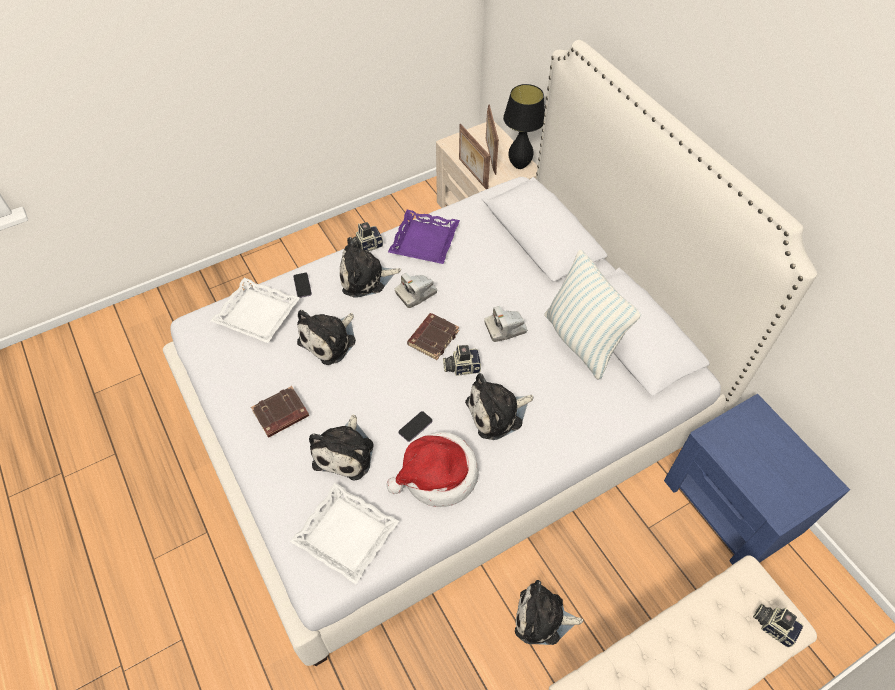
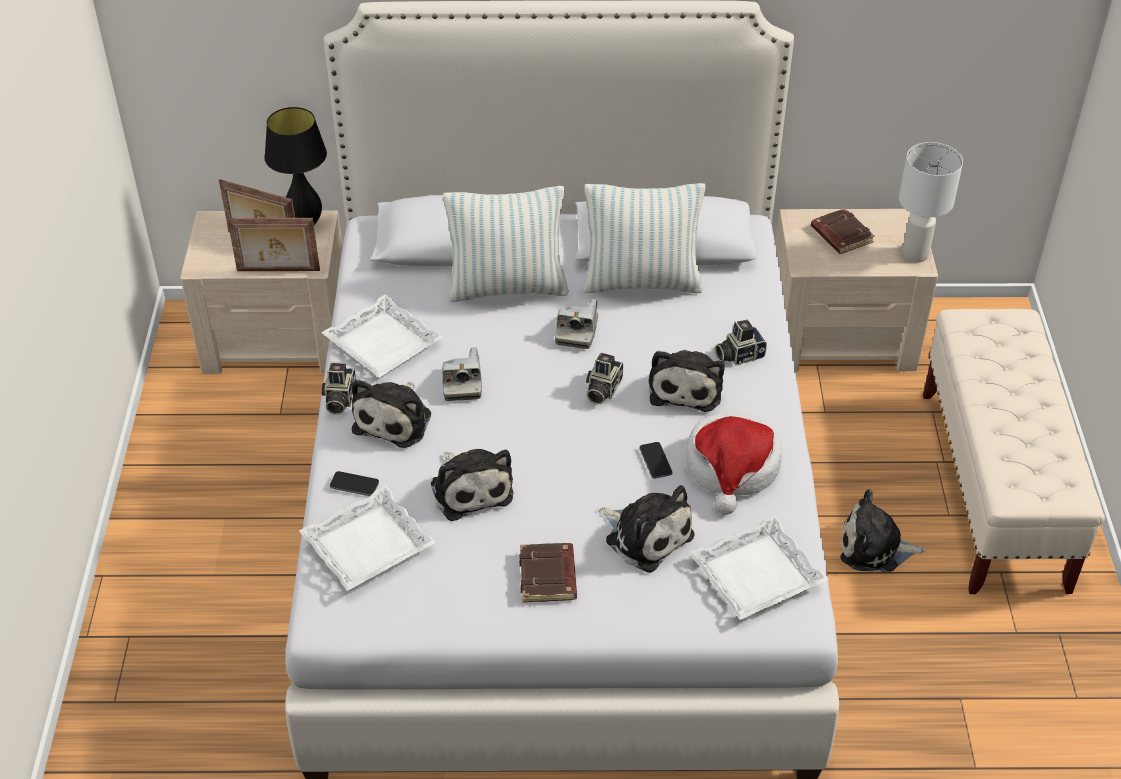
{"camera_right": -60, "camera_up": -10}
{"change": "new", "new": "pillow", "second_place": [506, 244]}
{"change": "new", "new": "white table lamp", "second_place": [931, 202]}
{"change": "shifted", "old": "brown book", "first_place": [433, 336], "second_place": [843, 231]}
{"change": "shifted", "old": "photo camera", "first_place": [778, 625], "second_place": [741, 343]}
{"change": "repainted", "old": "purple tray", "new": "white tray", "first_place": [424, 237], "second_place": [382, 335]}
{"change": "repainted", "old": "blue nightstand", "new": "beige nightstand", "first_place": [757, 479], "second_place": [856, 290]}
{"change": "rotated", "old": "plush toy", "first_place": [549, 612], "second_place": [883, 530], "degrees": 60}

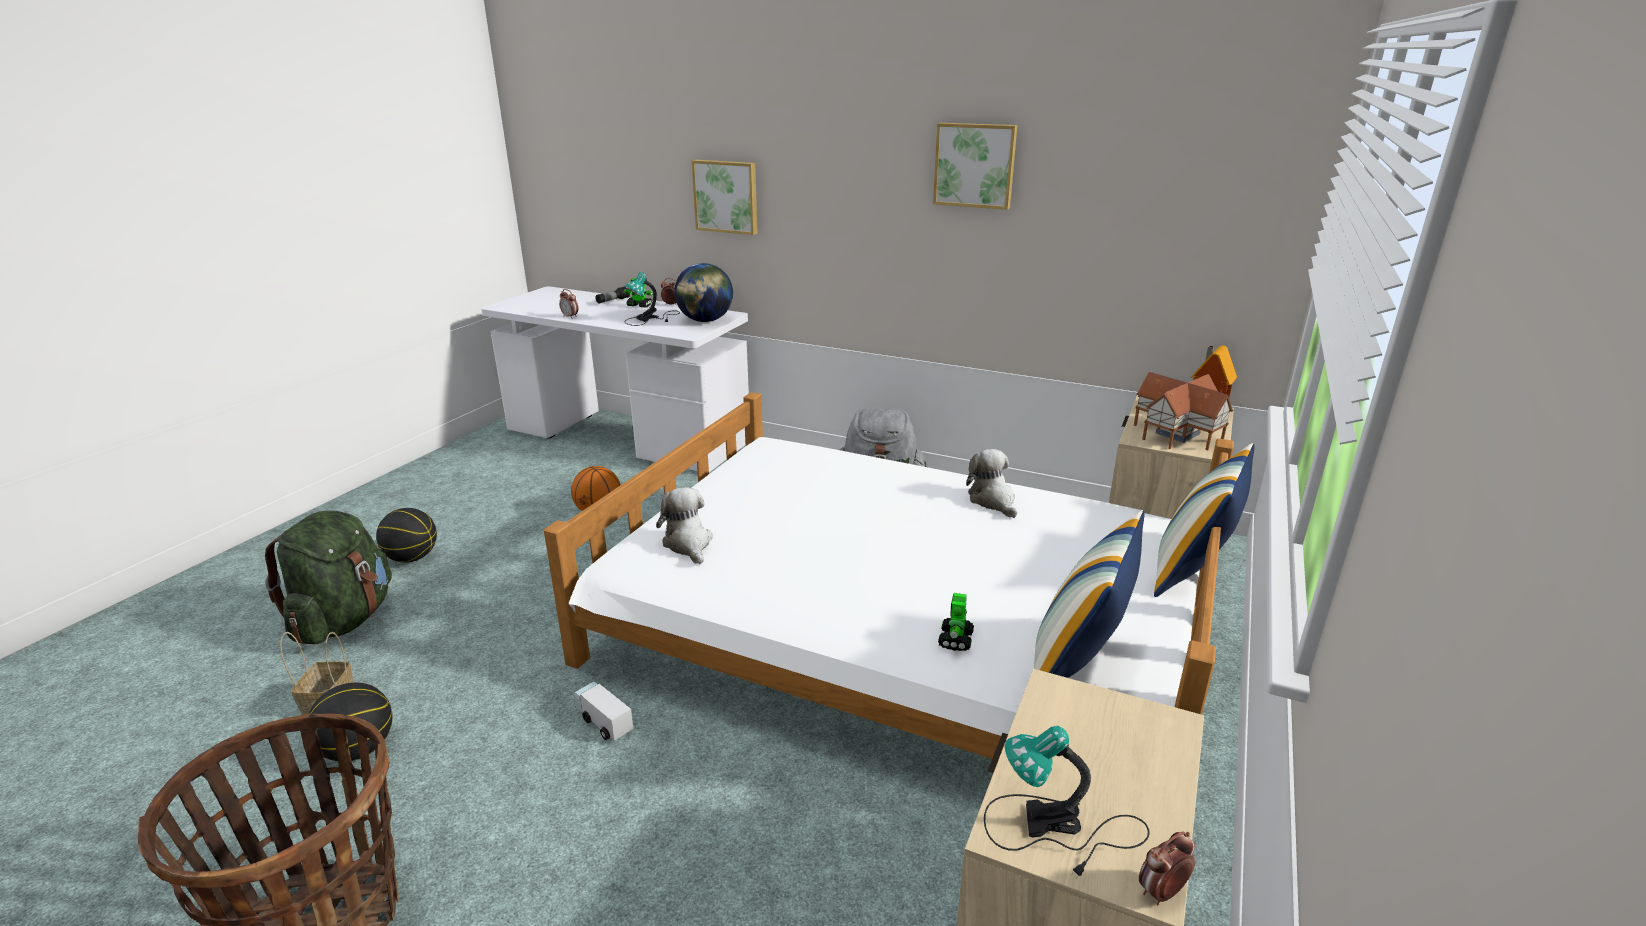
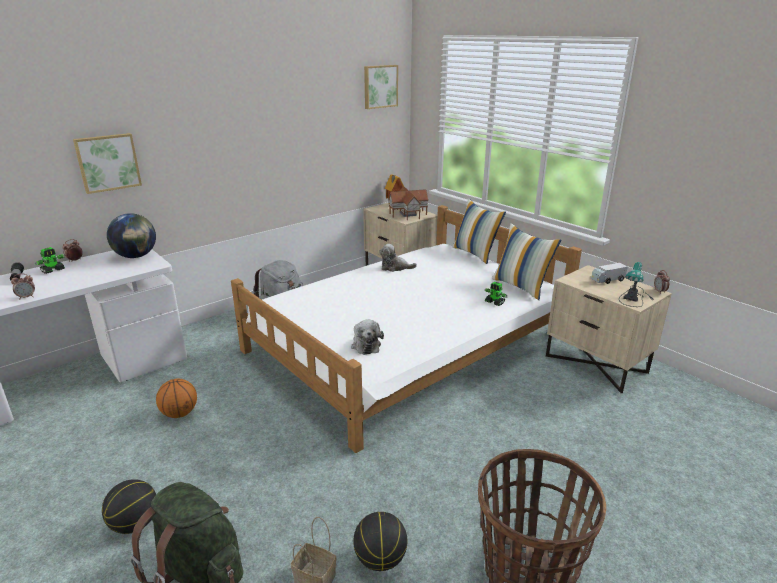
{"camera_right": -65, "camera_up": 0}
{"change": "gone", "old": "table lamp", "first_place": [652, 299]}
{"change": "shifted", "old": "toy truck", "first_place": [603, 711], "second_place": [609, 273]}
{"change": "shifted", "old": "picture", "first_place": [975, 166], "second_place": [381, 87]}
{"change": "rotated", "old": "plush toy", "first_place": [684, 525], "second_place": [367, 337], "degrees": -105}

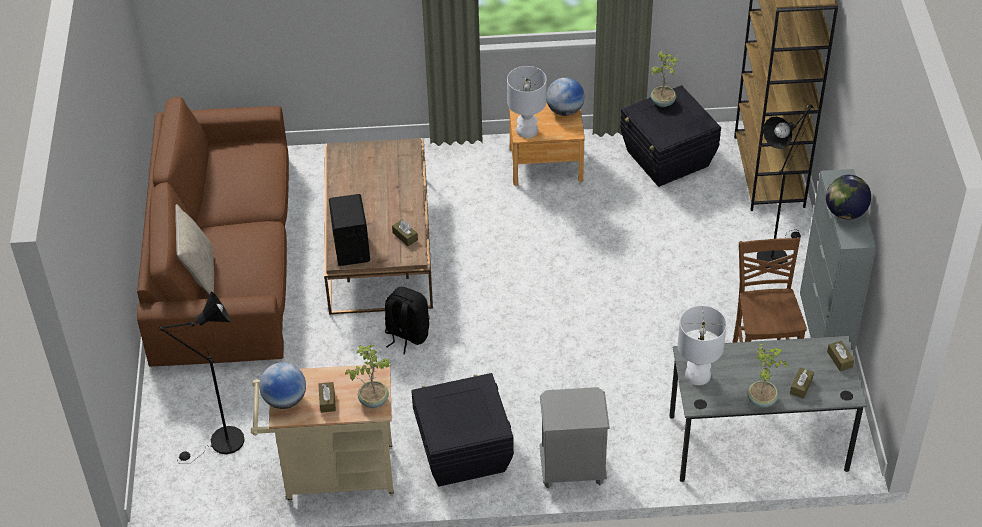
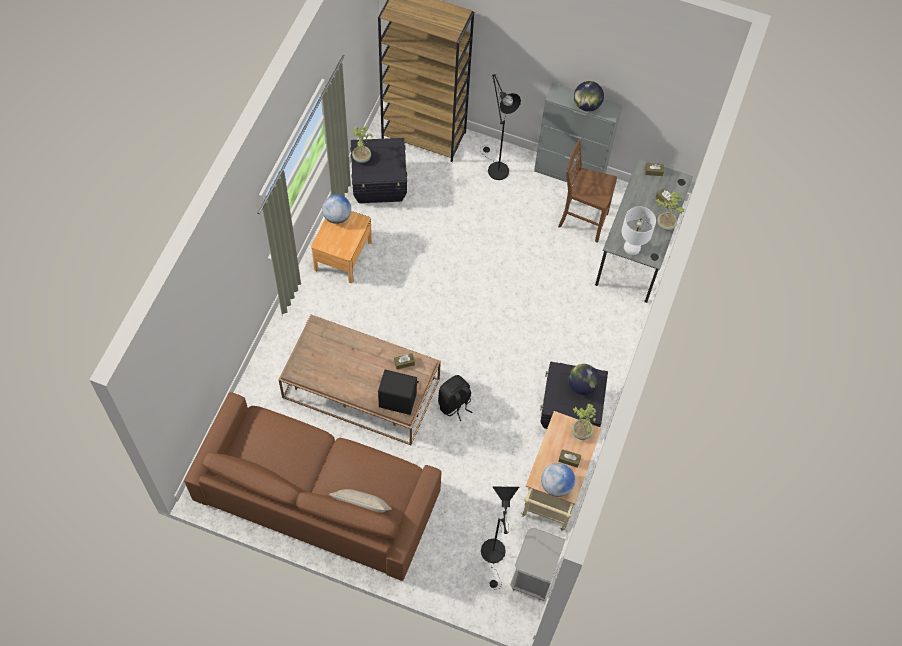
{"camera_right": -70, "camera_up": 15}
{"change": "gone", "old": "white table lamp", "first_place": [527, 102]}
{"change": "new", "new": "globe", "second_place": [584, 379]}
{"change": "shifted", "old": "grey nightstand", "first_place": [574, 438], "second_place": [538, 564]}

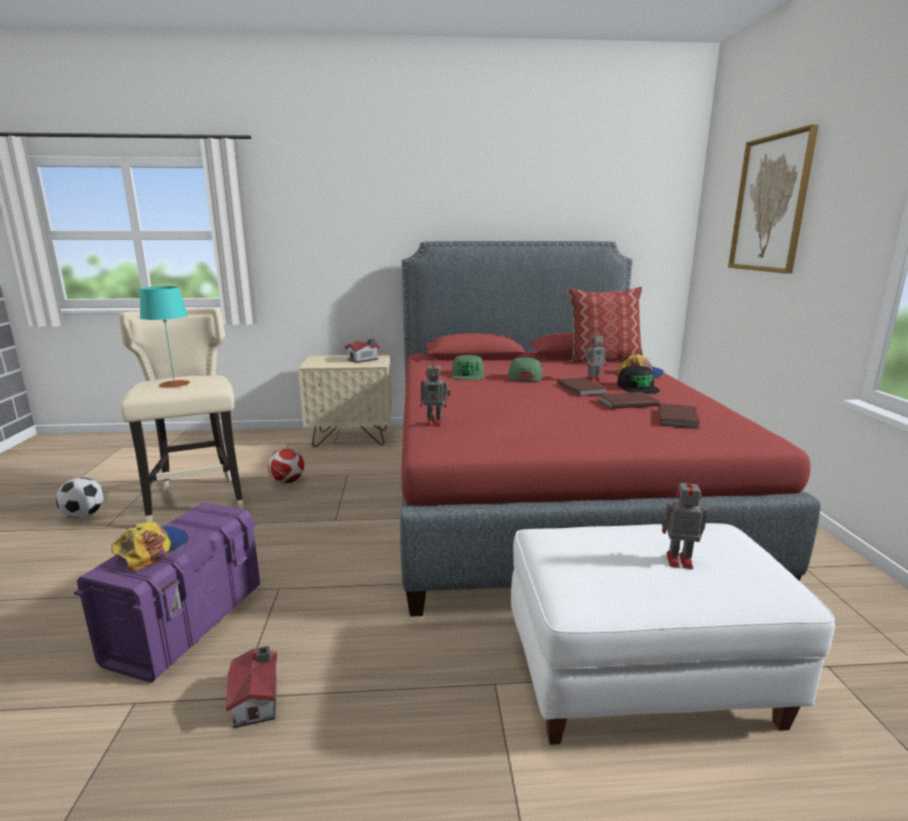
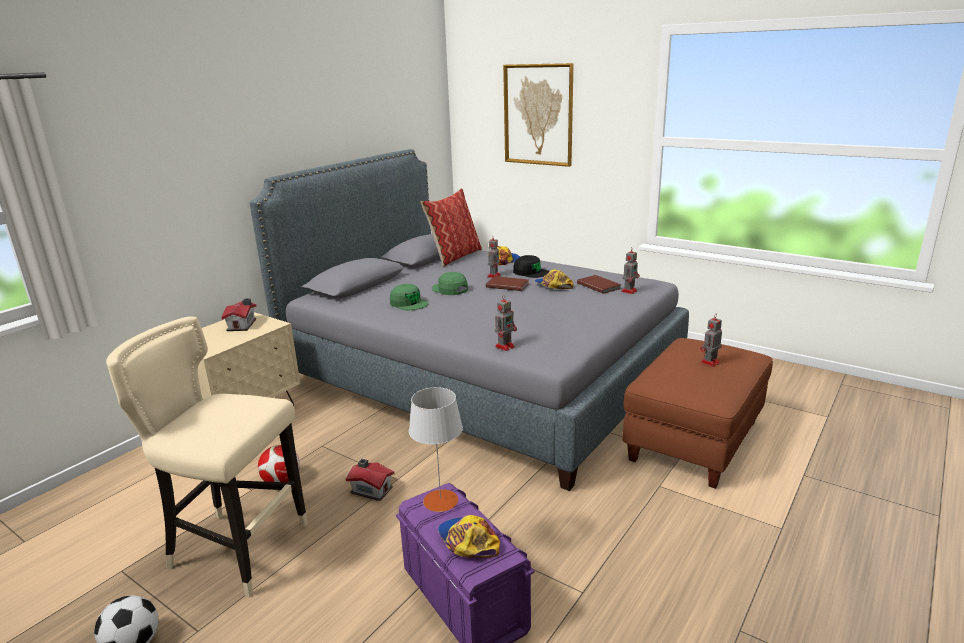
{"camera_right": -50, "camera_up": 5}
{"change": "gone", "old": "turquoise table lamp", "first_place": [165, 336]}
{"change": "new", "new": "grey table lamp", "second_place": [436, 449]}
{"change": "new", "new": "toy robot", "second_place": [630, 271]}
{"change": "shifted", "old": "toy house", "first_place": [251, 687], "second_place": [370, 480]}
{"change": "swapped", "old": "brown book", "new": "cap", "first_place": [628, 400], "second_place": [554, 279]}
{"change": "repainted", "old": "red bed", "new": "grey bed", "first_place": [610, 429], "second_place": [469, 320]}
{"change": "repainted", "old": "white ottoman", "new": "brown ottoman", "first_place": [673, 634], "second_place": [697, 413]}

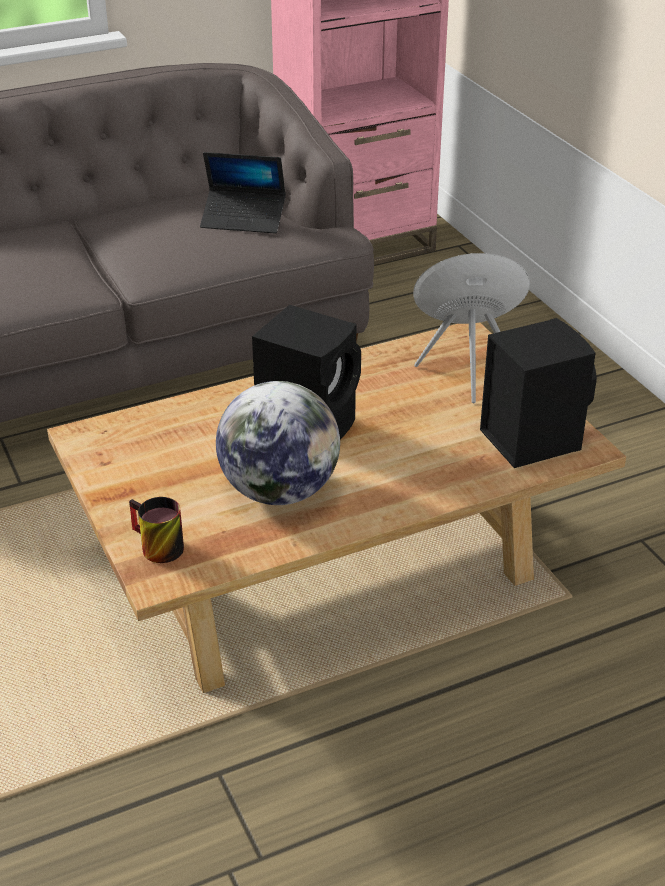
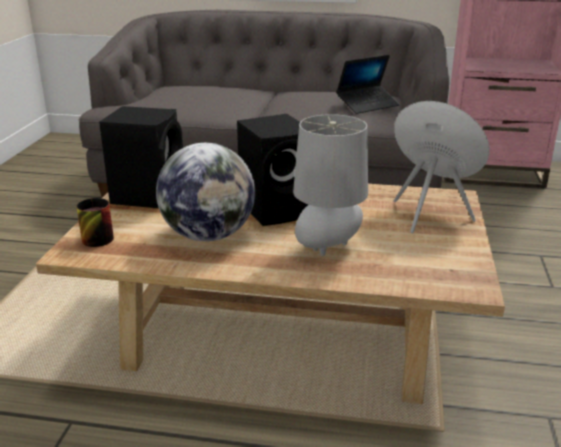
{"camera_right": 35, "camera_up": -10}
{"change": "new", "new": "grey table lamp", "second_place": [330, 185]}
{"change": "shifted", "old": "black speaker", "first_place": [538, 393], "second_place": [141, 157]}
{"change": "rotated", "old": "laptop", "first_place": [243, 193], "second_place": [367, 84], "degrees": -75}

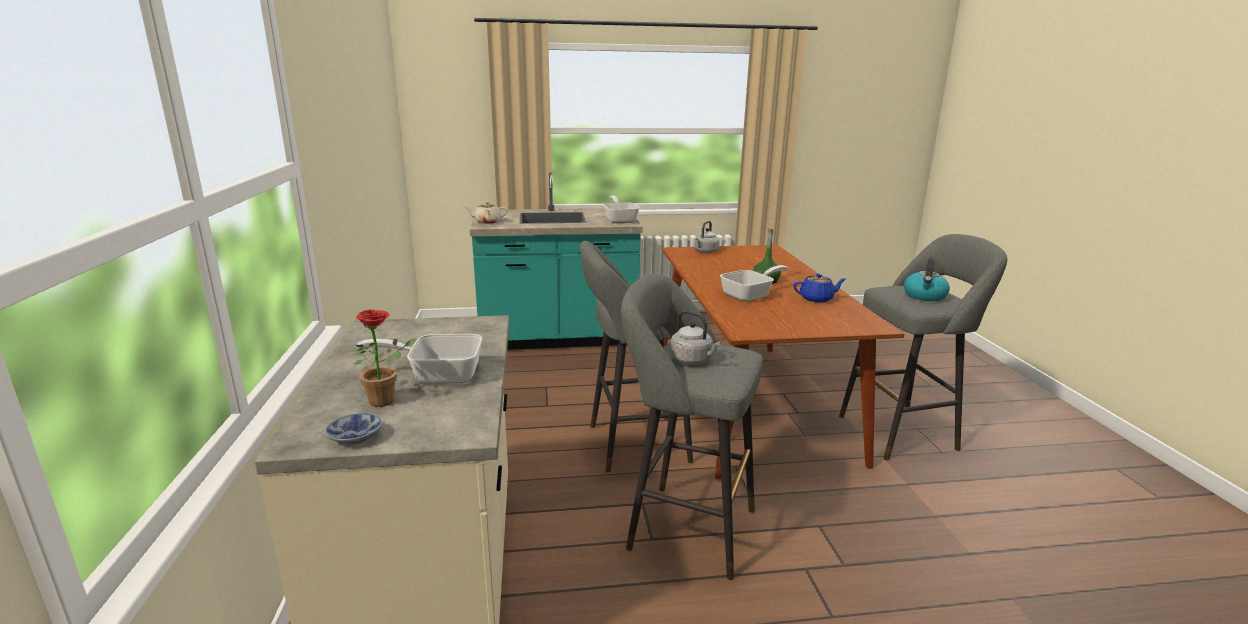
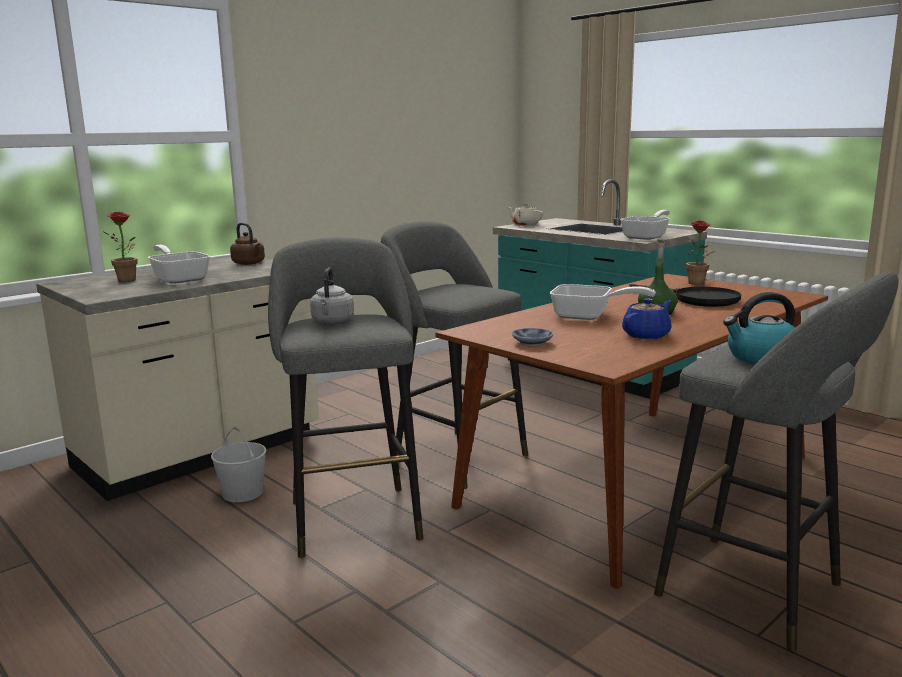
{"camera_right": 55, "camera_up": -5}
{"change": "new", "new": "white bucket", "second_place": [238, 464]}
{"change": "new", "new": "brown kettle", "second_place": [247, 244]}
{"change": "new", "new": "black frying pan", "second_place": [685, 295]}
{"change": "shifted", "old": "bowl", "first_place": [353, 429], "second_place": [532, 337]}
{"change": "swapped", "old": "grey kettle", "new": "potted plant", "first_place": [707, 237], "second_place": [700, 252]}
{"change": "rotated", "old": "blue teapot", "first_place": [819, 288], "second_place": [646, 318], "degrees": -90}

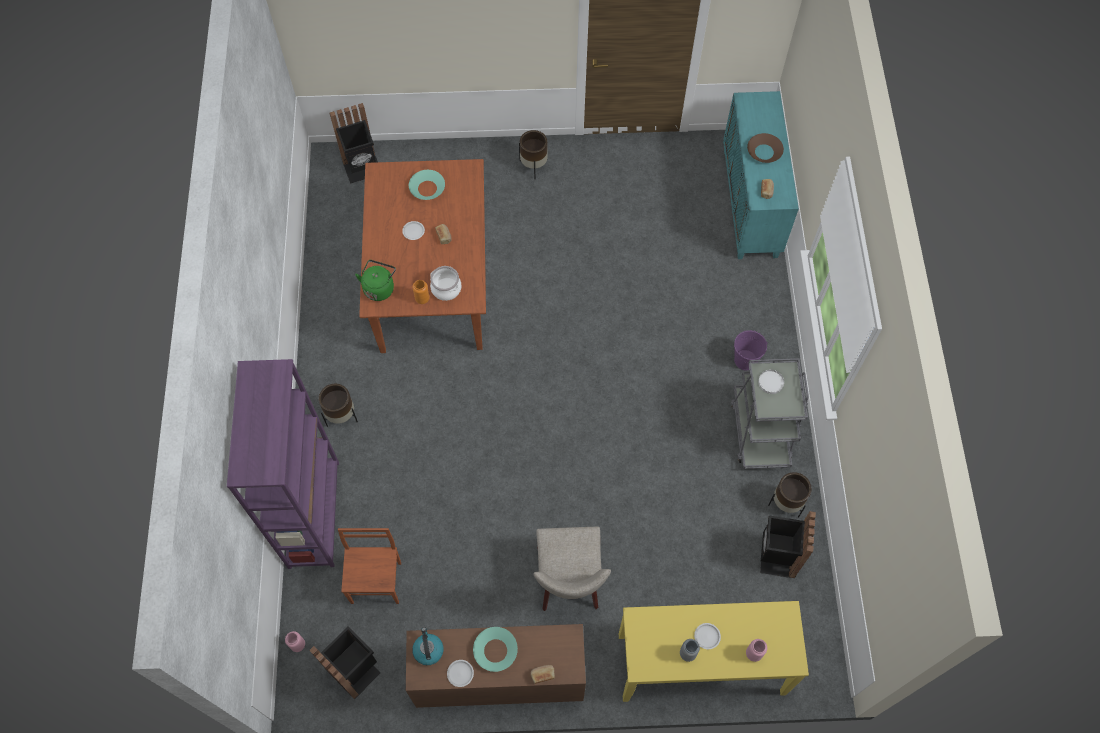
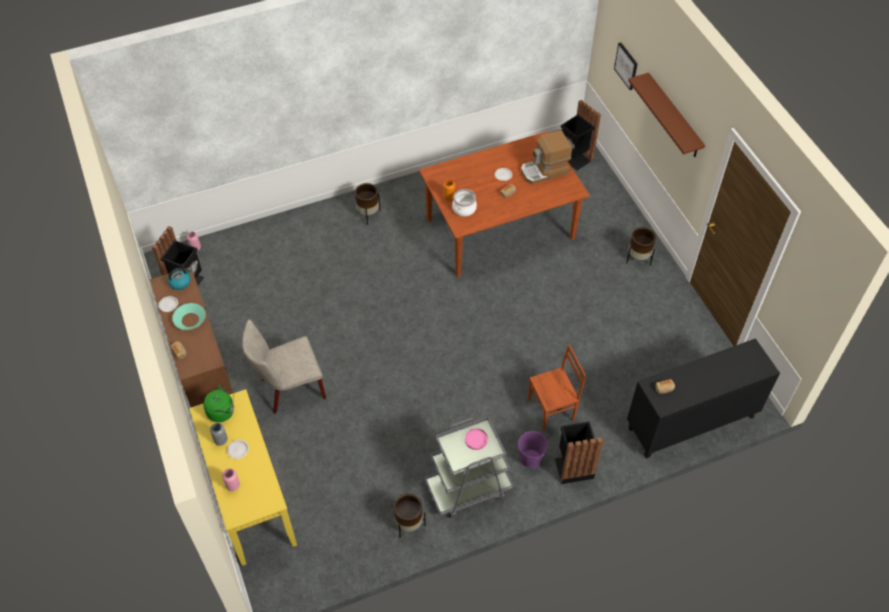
{"camera_right": 70, "camera_up": -10}
{"change": "gone", "old": "purple bookcase", "first_place": [283, 464]}
{"change": "gone", "old": "brown bowl", "first_place": [765, 148]}
{"change": "new", "new": "picture", "second_place": [625, 66]}
{"change": "new", "new": "brown shelf", "second_place": [666, 115]}
{"change": "shifted", "old": "brown chair", "first_place": [369, 566], "second_place": [557, 388]}
{"change": "shifted", "old": "green kettle", "first_place": [375, 280], "second_place": [218, 403]}
{"change": "shifted", "old": "black trash can", "first_place": [788, 544], "second_place": [579, 452]}
{"change": "swapped", "old": "turquoise bowl", "new": "coffee machine", "first_place": [427, 185], "second_place": [546, 157]}
{"change": "repainted", "old": "turquoise cabinet", "new": "black cabinet", "first_place": [761, 175], "second_place": [703, 398]}
{"change": "repainted", "old": "white plate", "new": "pink plate", "first_place": [771, 381], "second_place": [476, 439]}

